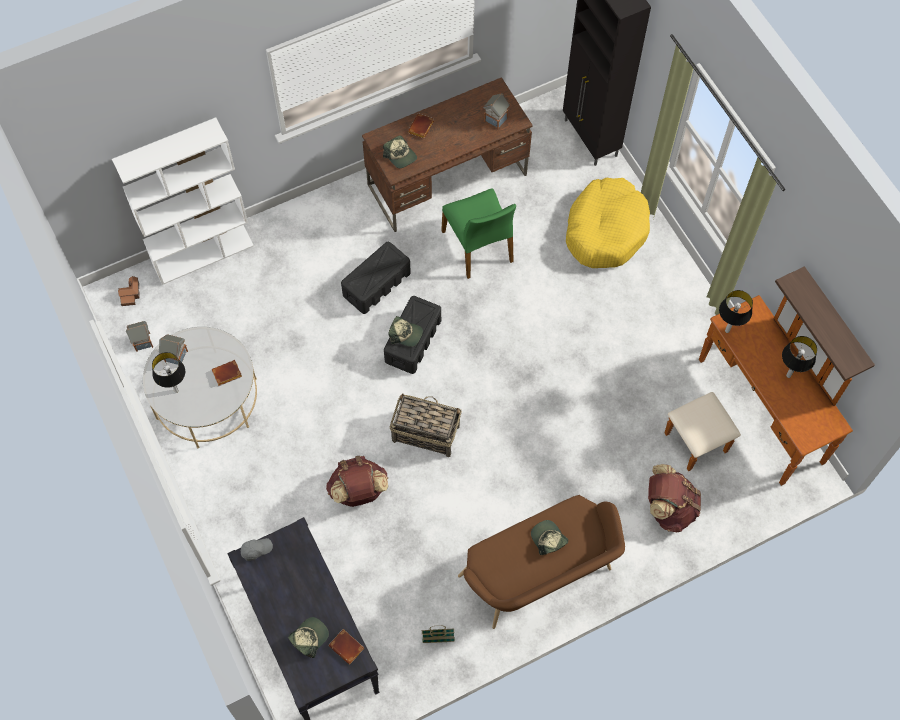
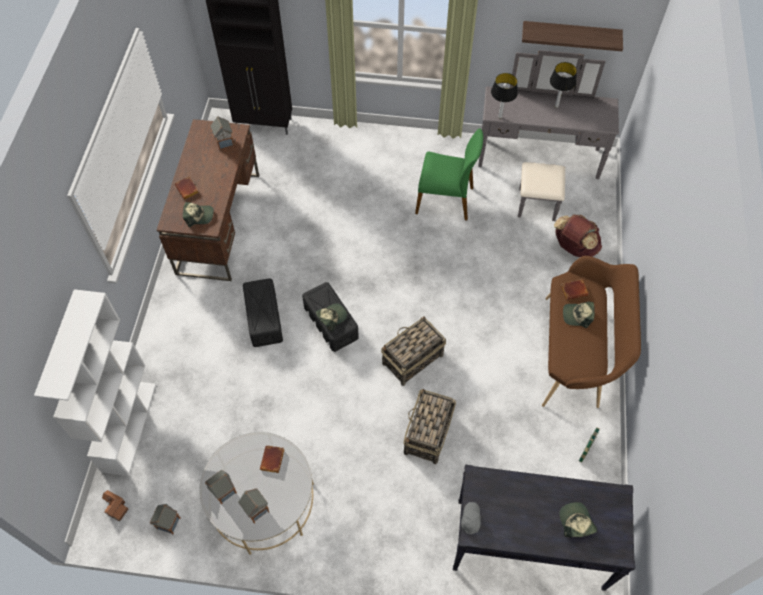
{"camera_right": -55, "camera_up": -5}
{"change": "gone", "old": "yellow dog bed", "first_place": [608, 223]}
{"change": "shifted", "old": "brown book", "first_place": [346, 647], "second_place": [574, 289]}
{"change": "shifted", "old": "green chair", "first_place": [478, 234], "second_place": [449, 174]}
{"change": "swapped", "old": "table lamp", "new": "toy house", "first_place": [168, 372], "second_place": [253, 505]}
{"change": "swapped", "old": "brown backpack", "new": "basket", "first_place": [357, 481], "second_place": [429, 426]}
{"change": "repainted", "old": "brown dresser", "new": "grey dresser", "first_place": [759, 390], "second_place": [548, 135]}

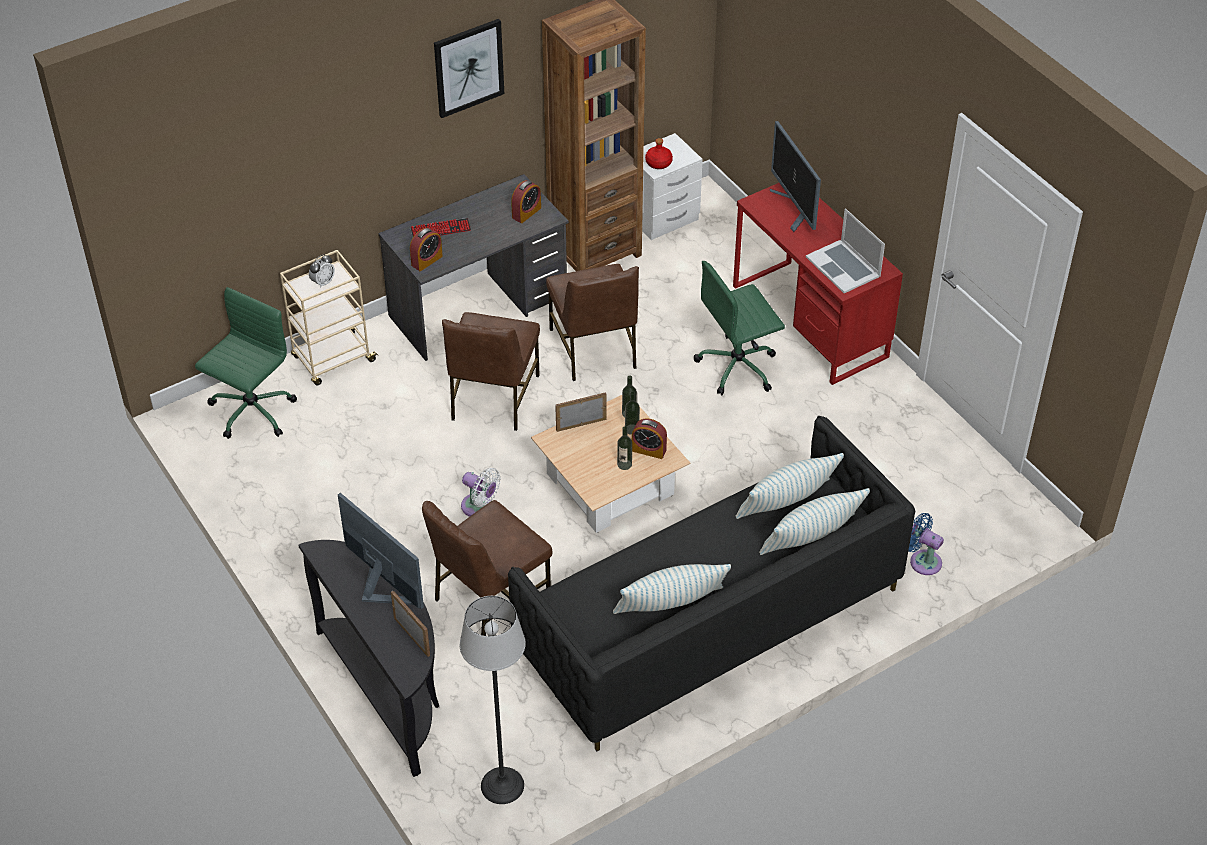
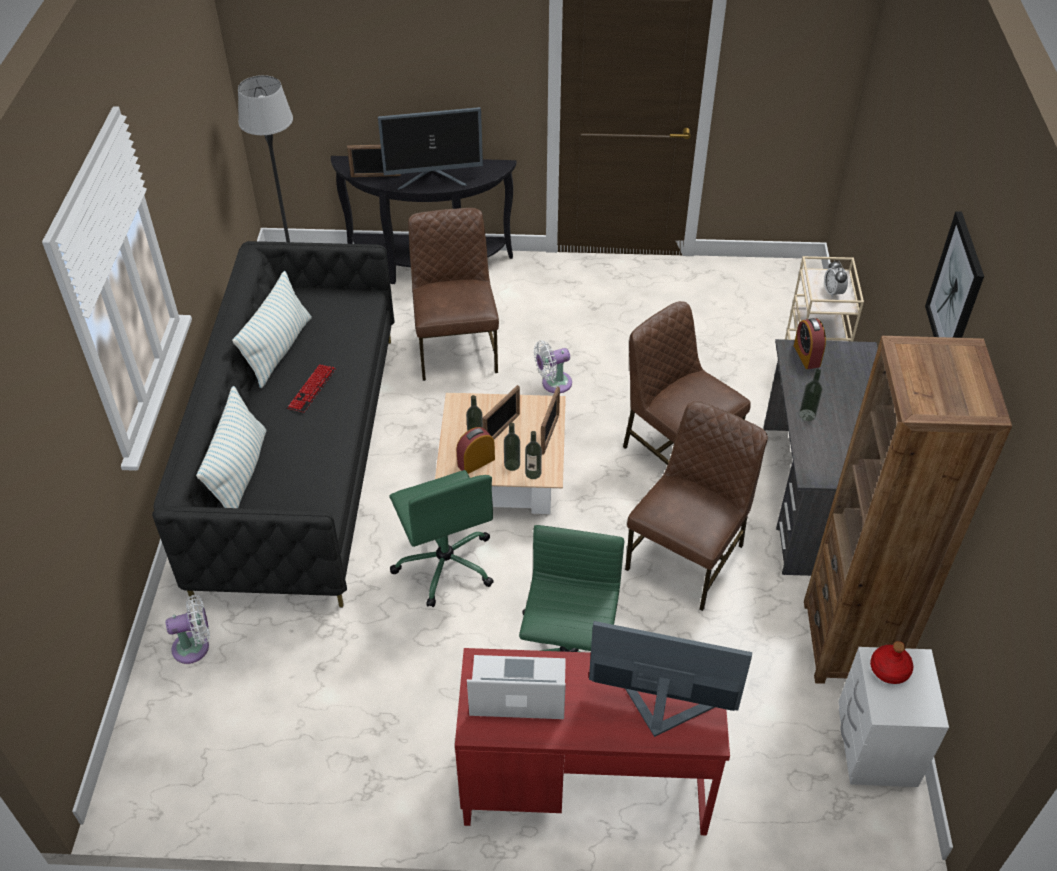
{"camera_right": 125, "camera_up": 0}
{"change": "gone", "old": "alarm clock", "first_place": [526, 201]}
{"change": "gone", "old": "pillow", "first_place": [789, 486]}
{"change": "new", "new": "picture frame", "second_place": [501, 412]}
{"change": "new", "new": "bottle", "second_place": [811, 395]}
{"change": "shifted", "old": "green office chair", "first_place": [246, 363], "second_place": [441, 538]}
{"change": "shifted", "old": "keyboard", "first_place": [440, 227], "second_place": [311, 388]}
{"change": "repainted", "old": "blue fan", "new": "white fan", "first_place": [926, 544], "second_place": [188, 629]}
{"change": "rotated", "old": "brown chair", "first_place": [592, 322], "second_place": [696, 506], "degrees": 105}

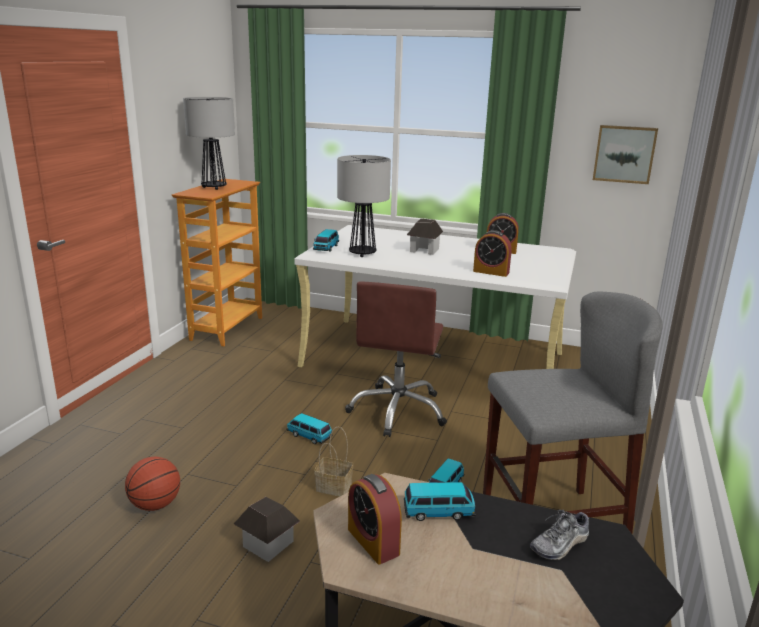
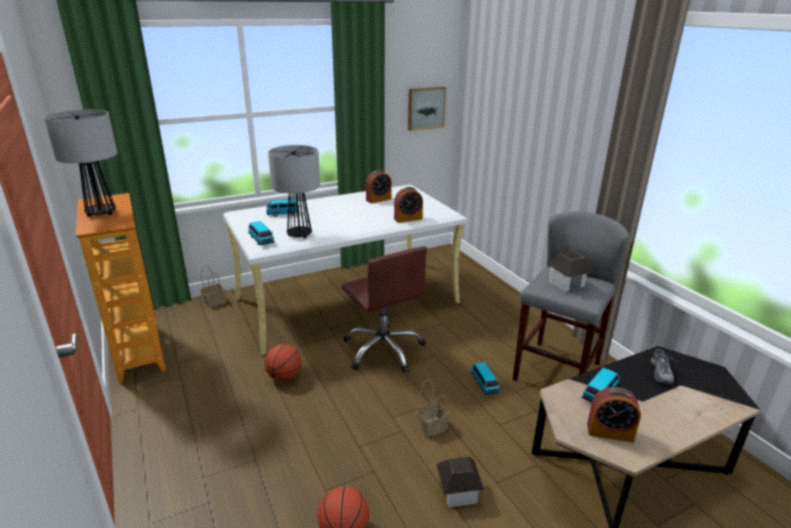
{"camera_right": -45, "camera_up": 5}
{"change": "new", "new": "basket", "second_place": [212, 286]}
{"change": "new", "new": "basketball", "second_place": [283, 362]}
{"change": "shifted", "old": "toy car", "first_place": [309, 428], "second_place": [281, 208]}
{"change": "shifted", "old": "toy house", "first_place": [425, 237], "second_place": [569, 271]}

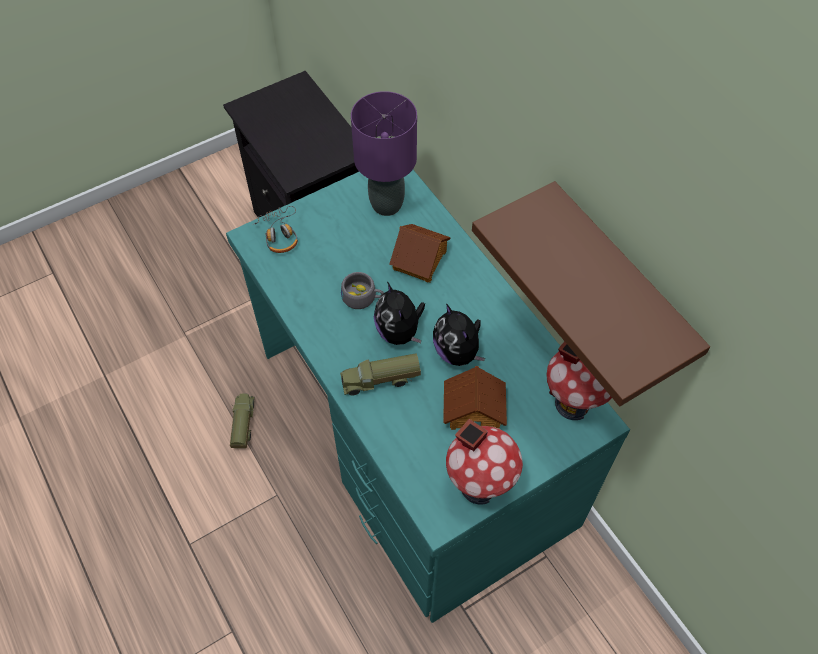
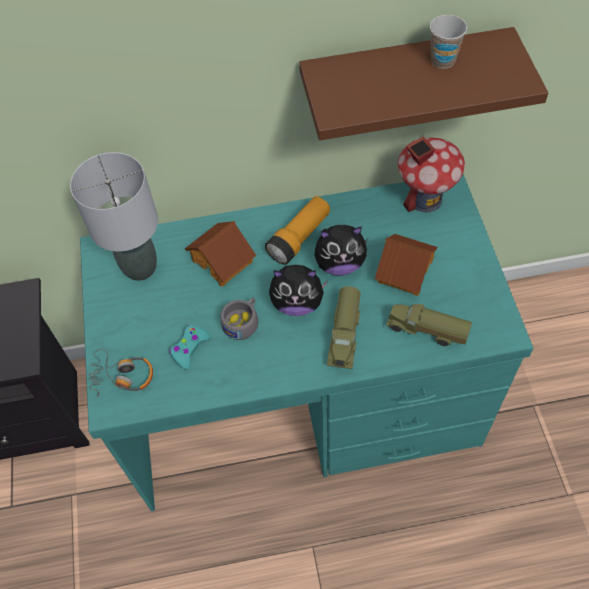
{"camera_right": -65, "camera_up": 0}
{"change": "gone", "old": "toy house", "first_place": [484, 461]}
{"change": "new", "new": "turquoise game controller", "second_place": [190, 347]}
{"change": "new", "new": "flashlight", "second_place": [297, 230]}
{"change": "new", "new": "cup", "second_place": [448, 42]}
{"change": "shifted", "old": "toy truck", "first_place": [242, 420], "second_place": [429, 325]}
{"change": "repainted", "old": "purple table lamp", "new": "grey table lamp", "first_place": [384, 153], "second_place": [114, 216]}

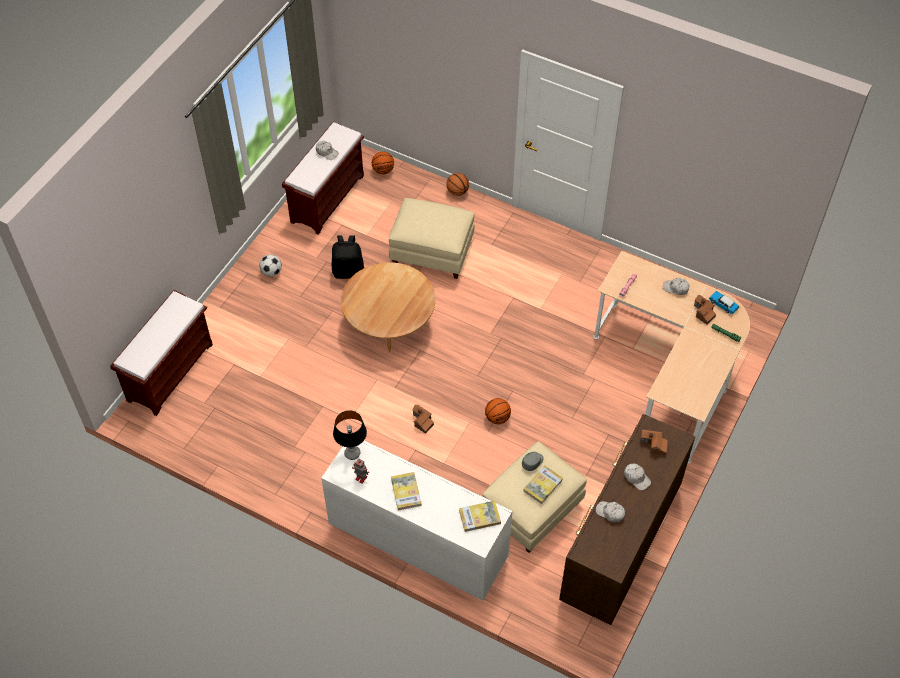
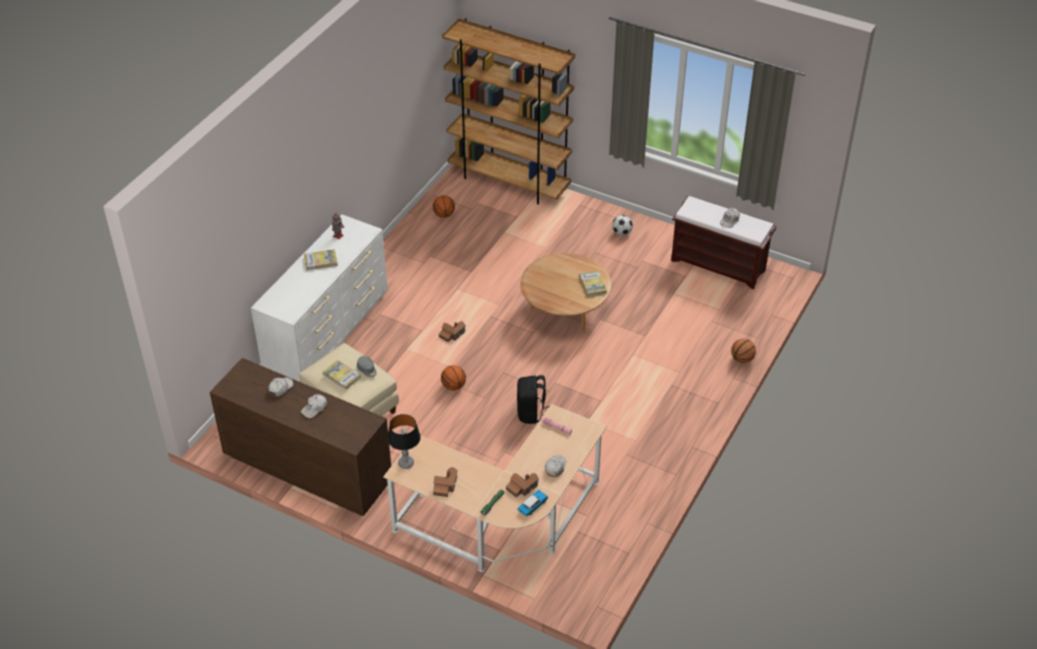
{"camera_right": 90, "camera_up": -10}
{"change": "gone", "old": "beige ottoman", "first_place": [431, 238]}
{"change": "shifted", "old": "black backpack", "first_place": [348, 257], "second_place": [533, 399]}
{"change": "shifted", "old": "table lamp", "first_place": [350, 435], "second_place": [404, 441]}
{"change": "shifted", "old": "basketball", "first_place": [383, 163], "second_place": [444, 206]}
{"change": "shifted", "old": "book", "first_place": [480, 516], "second_place": [593, 284]}
{"change": "shifted", "old": "toy house", "first_place": [654, 442], "second_place": [445, 482]}
{"change": "swapped", "old": "brown bench", "new": "brown bookcase", "first_place": [161, 353], "second_place": [508, 111]}

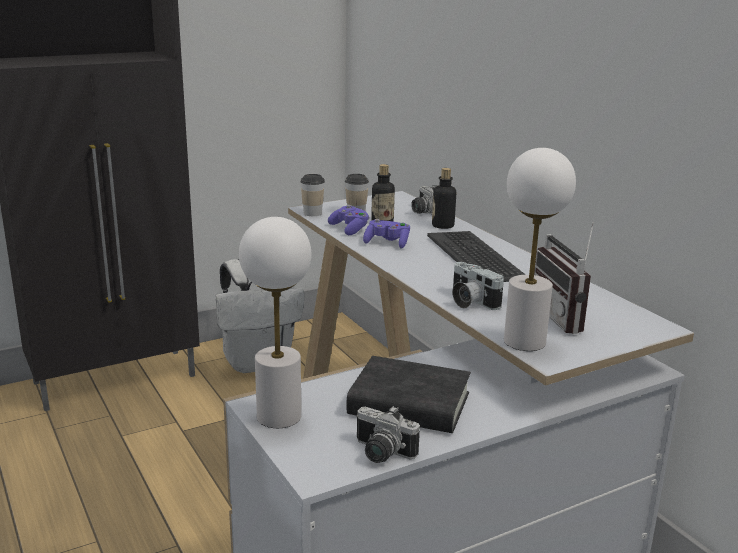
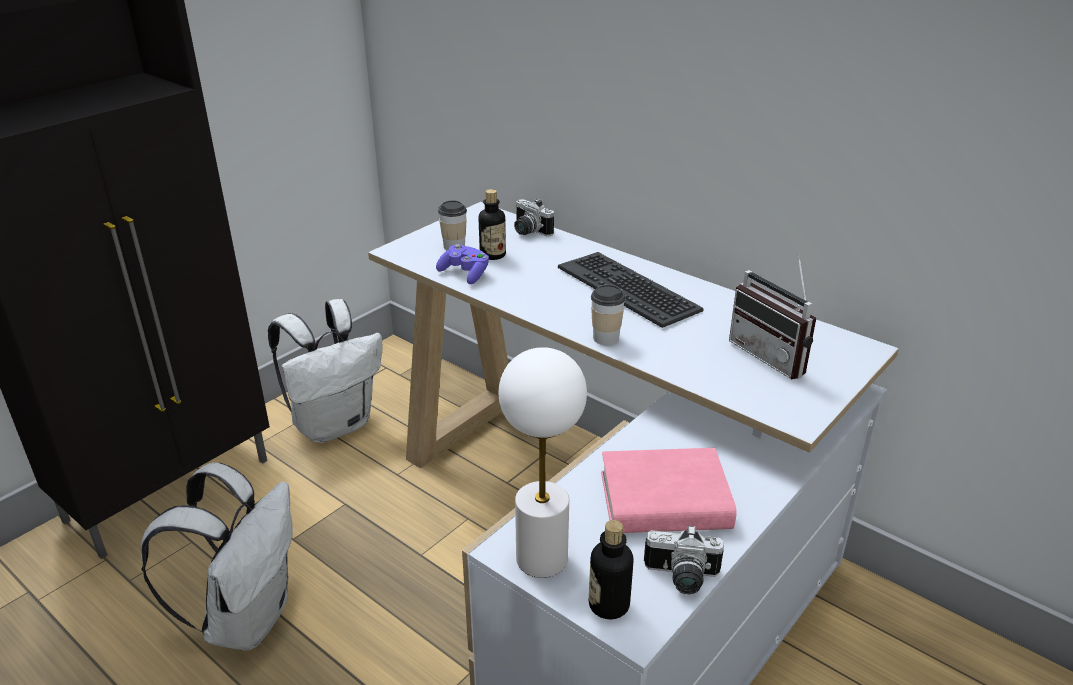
{"camera_right": -20, "camera_up": 10}
{"change": "gone", "old": "purple game controller", "first_place": [386, 234]}
{"change": "gone", "old": "photo camera", "first_place": [478, 286]}
{"change": "gone", "old": "white table lamp", "first_place": [540, 249]}
{"change": "new", "new": "white backpack", "second_place": [217, 556]}
{"change": "shifted", "old": "cup", "first_place": [312, 195], "second_place": [608, 314]}
{"change": "shifted", "old": "bottle", "first_place": [444, 198], "second_place": [611, 570]}
{"change": "repainted", "old": "black book", "new": "pink book", "first_place": [409, 394], "second_place": [669, 490]}

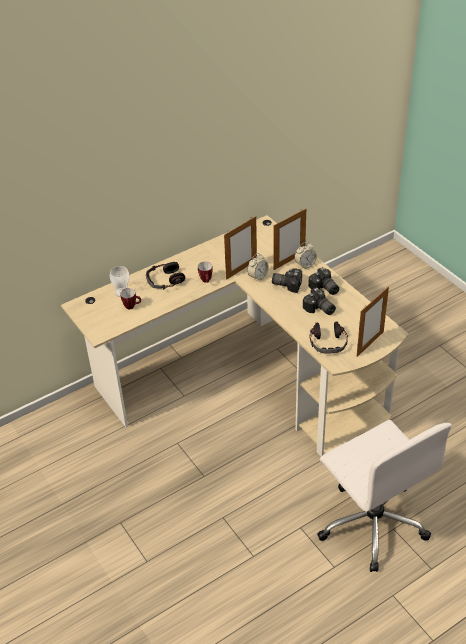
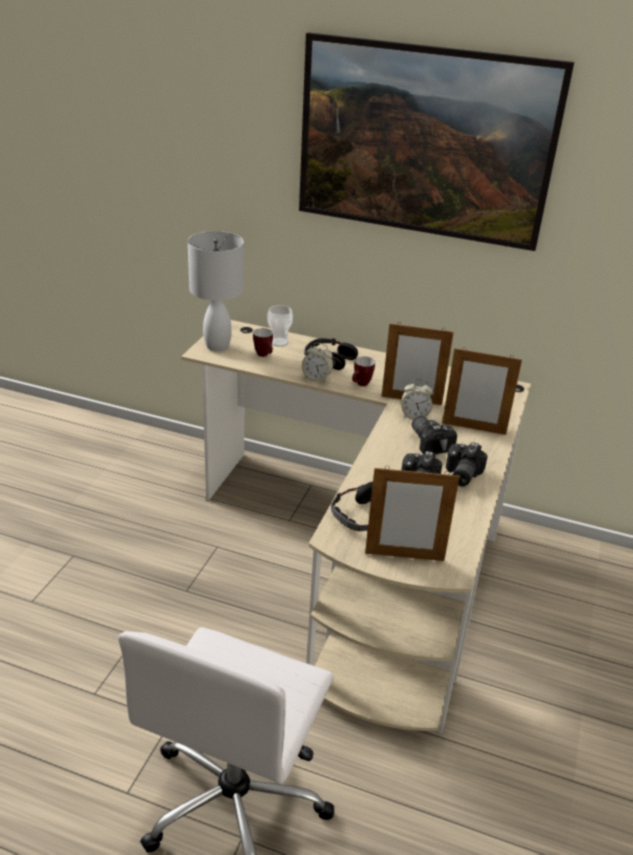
{"camera_right": 50, "camera_up": -10}
{"change": "new", "new": "white table lamp", "second_place": [216, 291]}
{"change": "new", "new": "picture", "second_place": [436, 141]}
{"change": "shifted", "old": "alarm clock", "first_place": [305, 256], "second_place": [317, 363]}

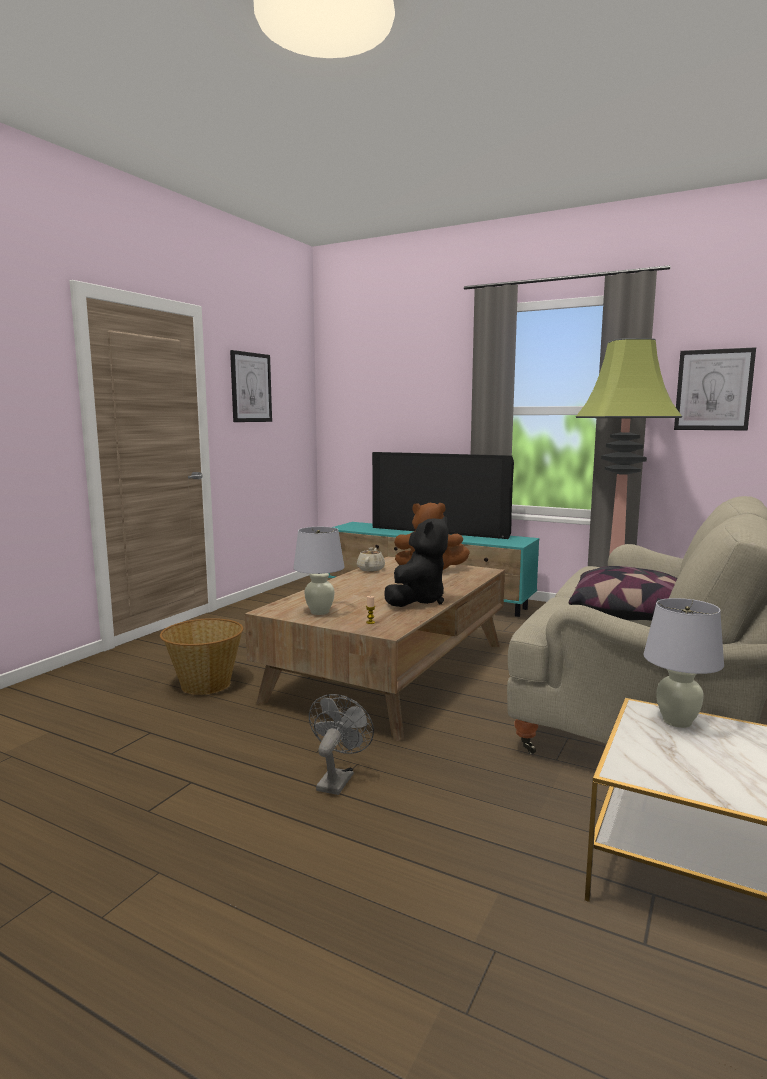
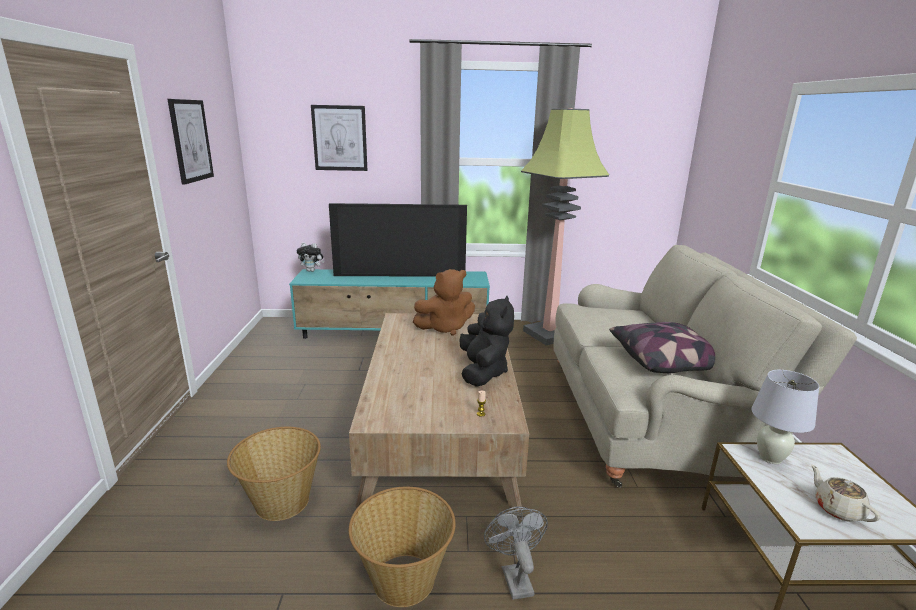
{"camera_right": -30, "camera_up": 10}
{"change": "gone", "old": "white table lamp", "first_place": [318, 571]}
{"change": "new", "new": "plush toy", "second_place": [310, 257]}
{"change": "new", "new": "basket", "second_place": [402, 547]}
{"change": "shifted", "old": "beige teapot", "first_place": [371, 560], "second_place": [846, 493]}
{"change": "shifted", "old": "picture", "first_place": [715, 388], "second_place": [339, 138]}

